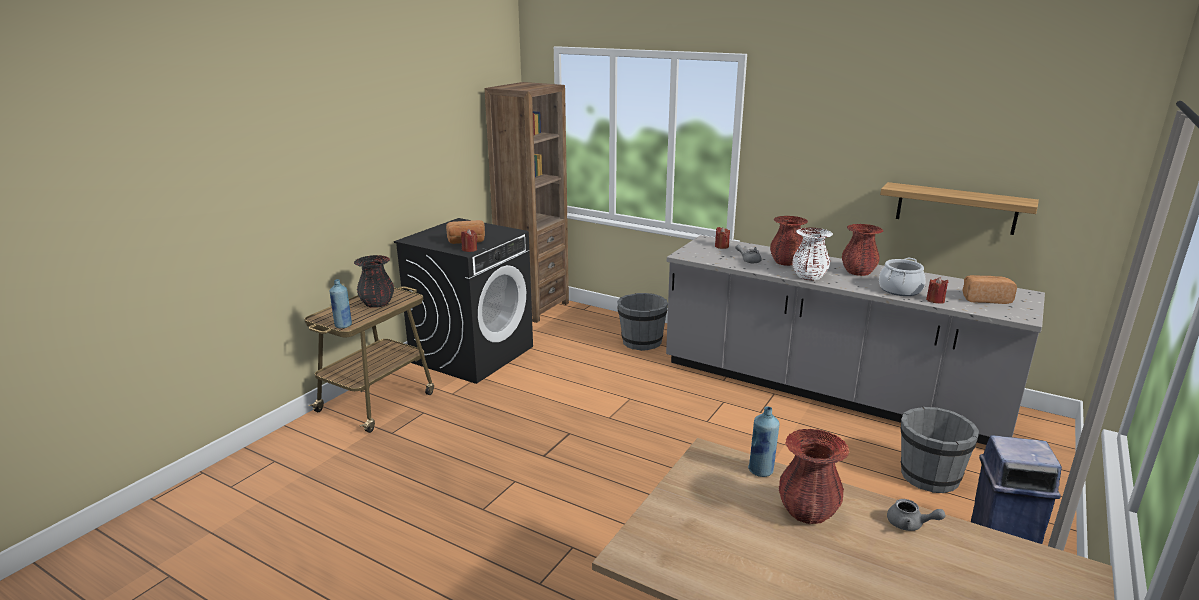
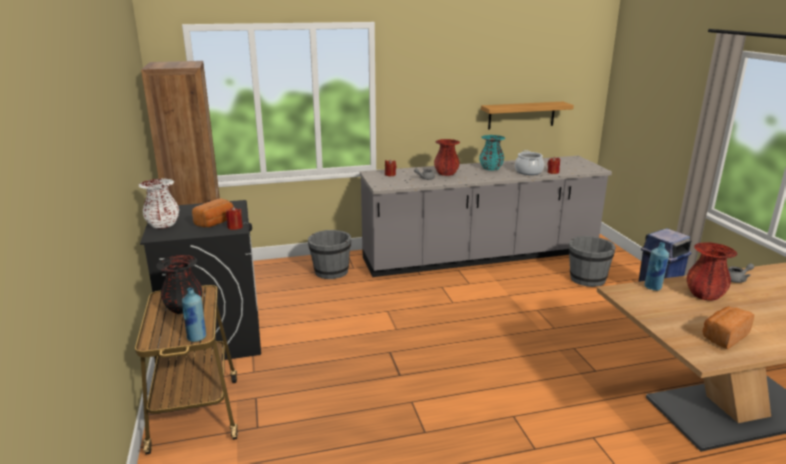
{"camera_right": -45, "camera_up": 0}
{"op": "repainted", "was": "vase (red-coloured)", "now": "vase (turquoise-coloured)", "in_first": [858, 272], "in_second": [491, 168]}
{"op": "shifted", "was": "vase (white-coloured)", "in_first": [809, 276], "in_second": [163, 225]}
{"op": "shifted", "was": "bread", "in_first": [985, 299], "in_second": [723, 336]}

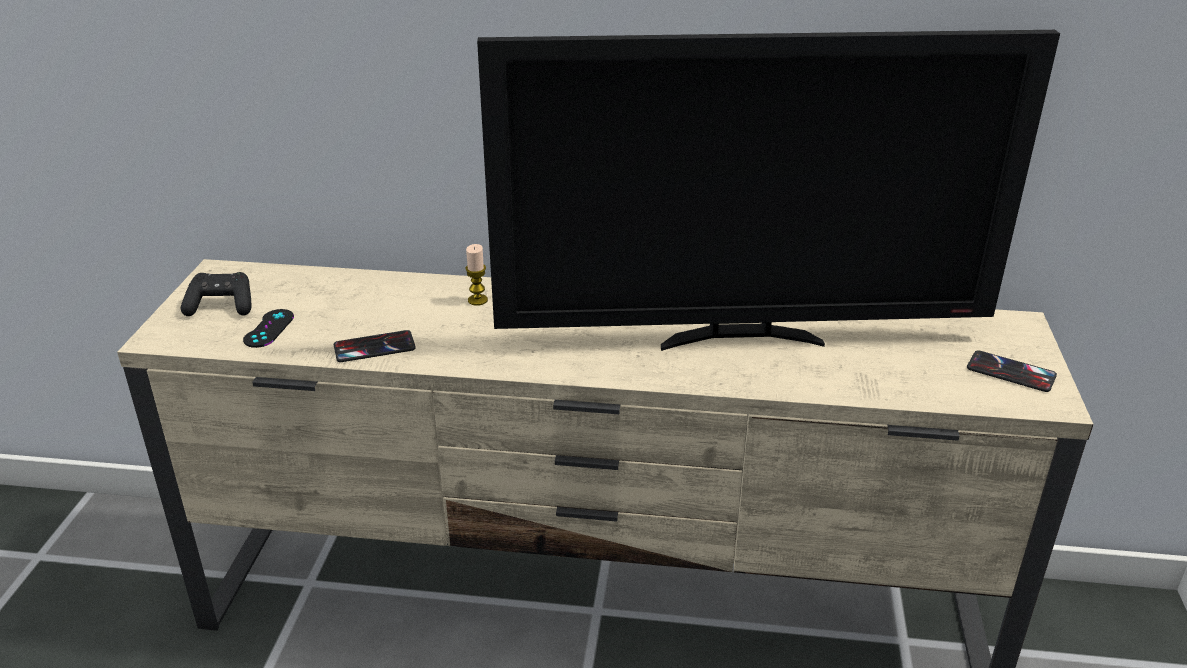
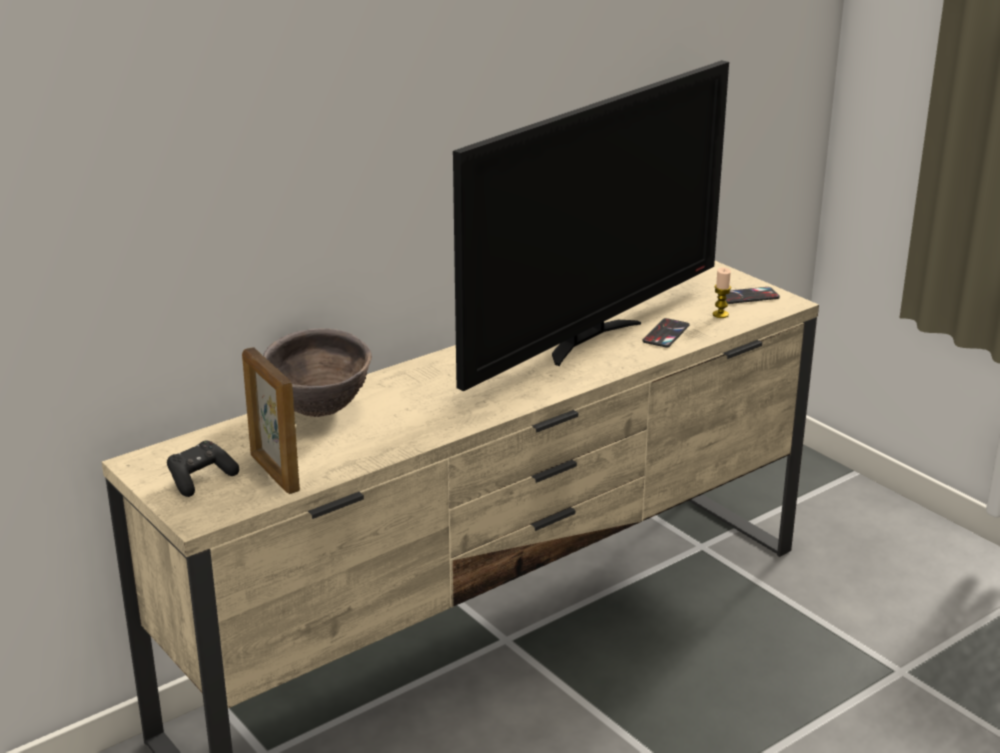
{"camera_right": -45, "camera_up": -5}
{"op": "shifted", "was": "wax light", "in_first": [477, 300], "in_second": [720, 314]}
{"op": "swapped", "was": "gamepad (blackish)", "now": "photo frame", "in_first": [269, 328], "in_second": [274, 473]}
{"op": "shifted", "was": "handset", "in_first": [374, 347], "in_second": [665, 333]}
{"op": "new", "now": "bowl (brown-coloured)", "in_second": [319, 412]}

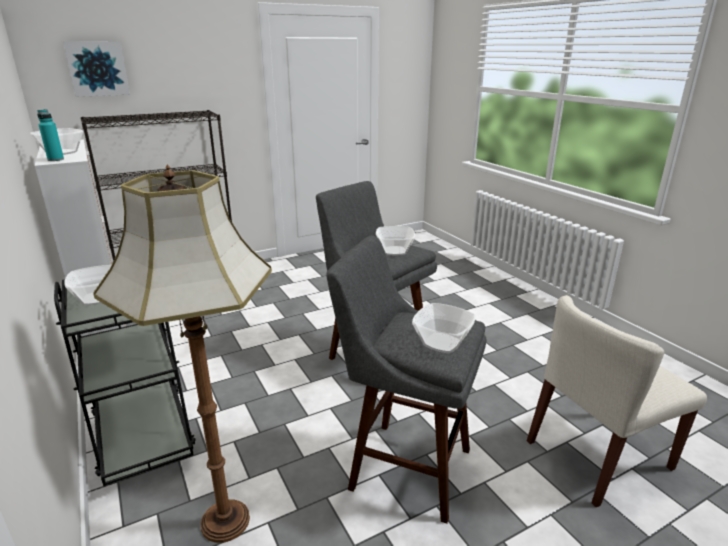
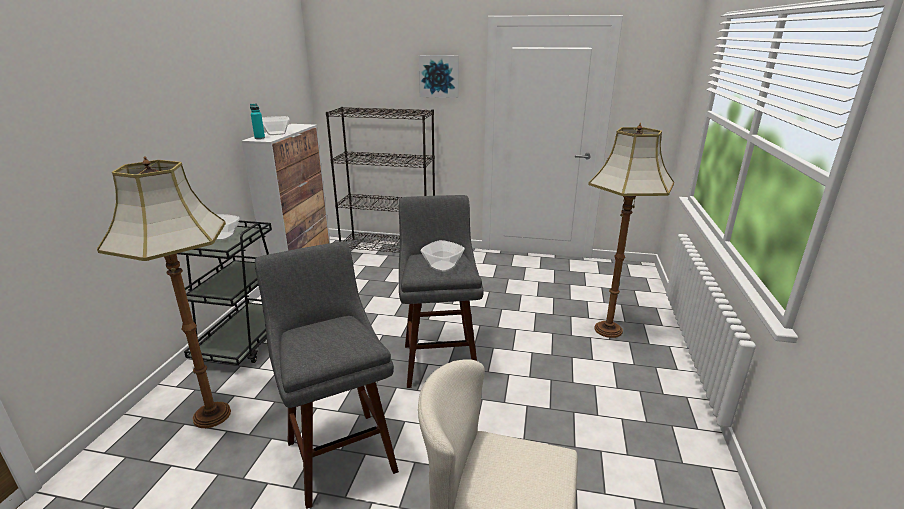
{"camera_right": 40, "camera_up": 0}
{"op": "shifted", "was": "wall art", "in_first": [97, 68], "in_second": [439, 76]}
{"op": "gone", "was": "bowl", "in_first": [443, 343]}
{"op": "new", "now": "standard lamp", "in_second": [609, 329]}

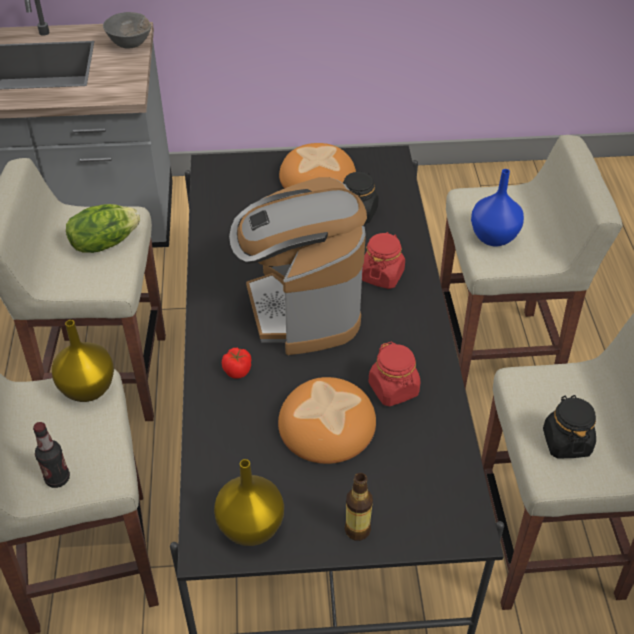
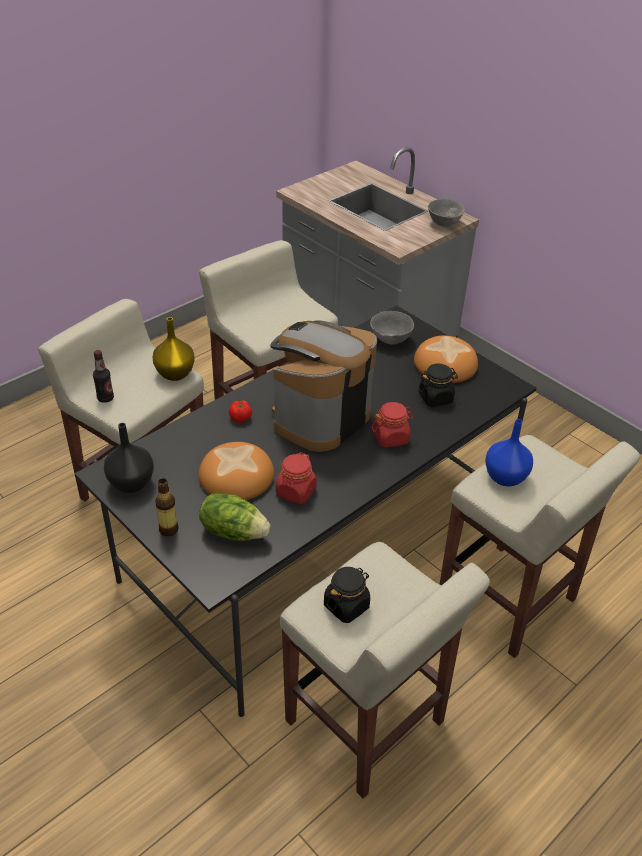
{"camera_right": 50, "camera_up": -5}
{"op": "shifted", "was": "head of lettuce", "in_first": [104, 243], "in_second": [233, 531]}
{"op": "repainted", "was": "vase (yellow)", "now": "vase (blackish)", "in_first": [252, 526], "in_second": [132, 484]}
{"op": "new", "now": "bowl (greyish)", "in_second": [390, 340]}

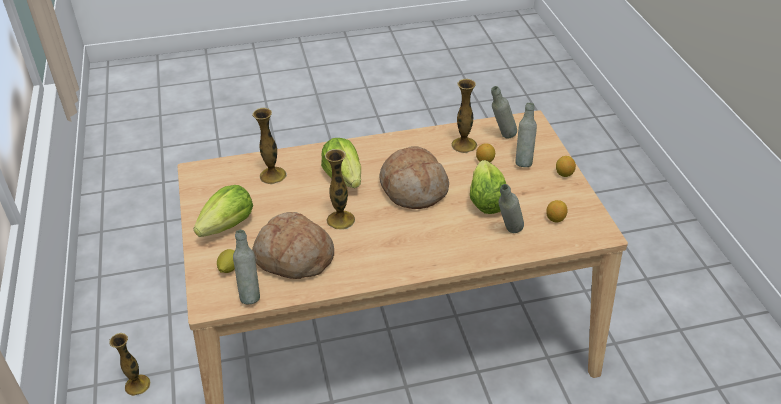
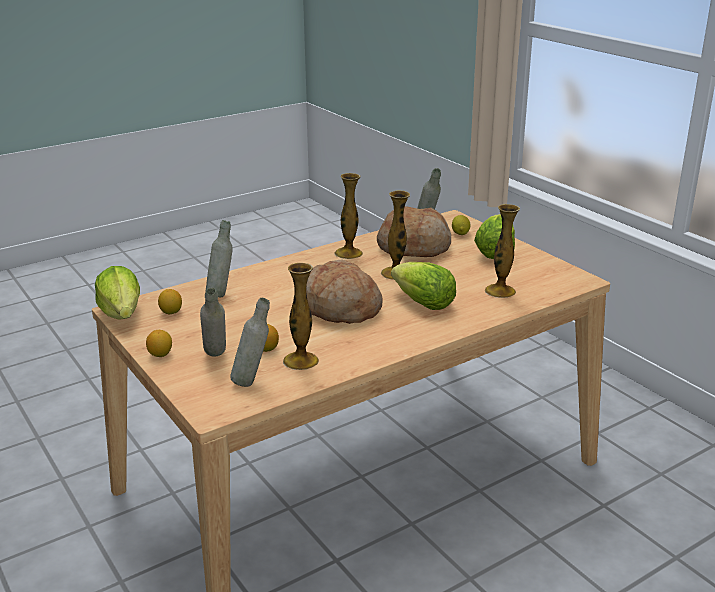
{"camera_right": 160, "camera_up": -15}
{"op": "shifted", "was": "head of lettuce", "in_first": [486, 201], "in_second": [122, 314]}
{"op": "shifted", "was": "vase", "in_first": [137, 385], "in_second": [348, 253]}

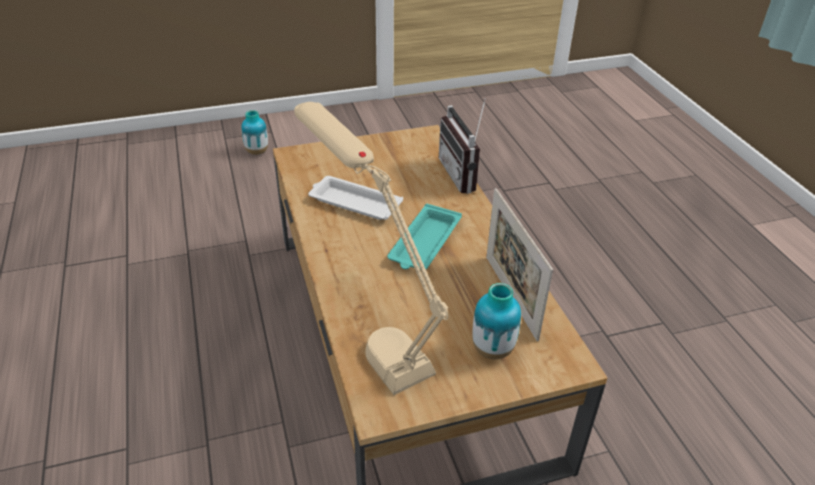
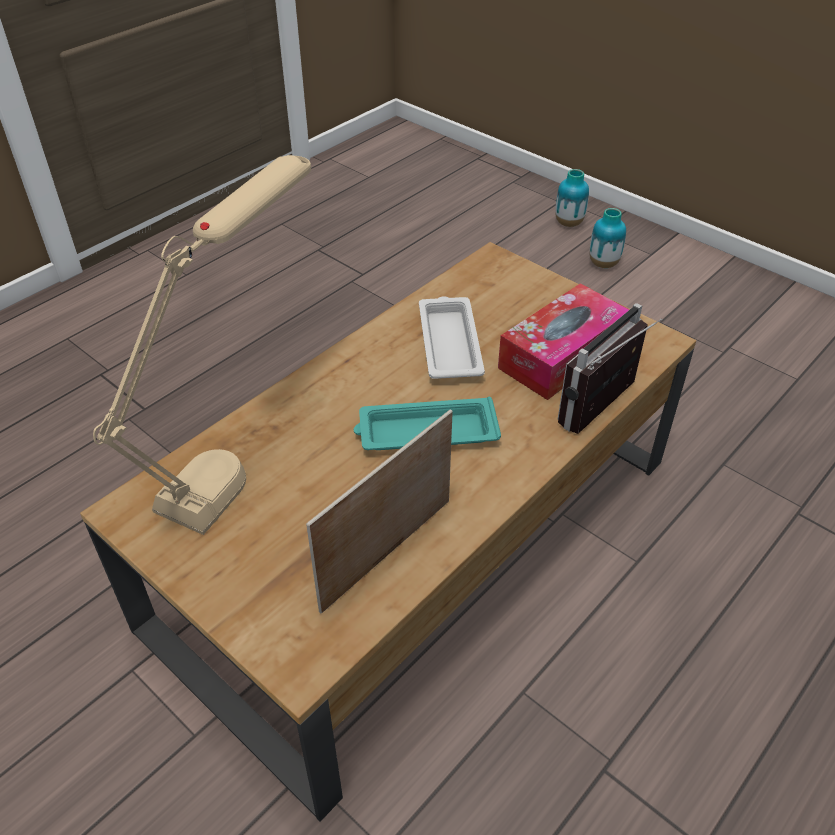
{"camera_right": 60, "camera_up": 5}
{"op": "shifted", "was": "vase", "in_first": [492, 349], "in_second": [568, 223]}
{"op": "new", "now": "tissue holder", "in_second": [562, 355]}

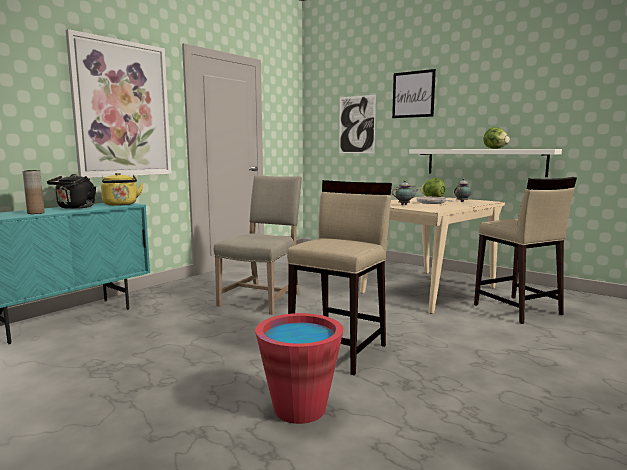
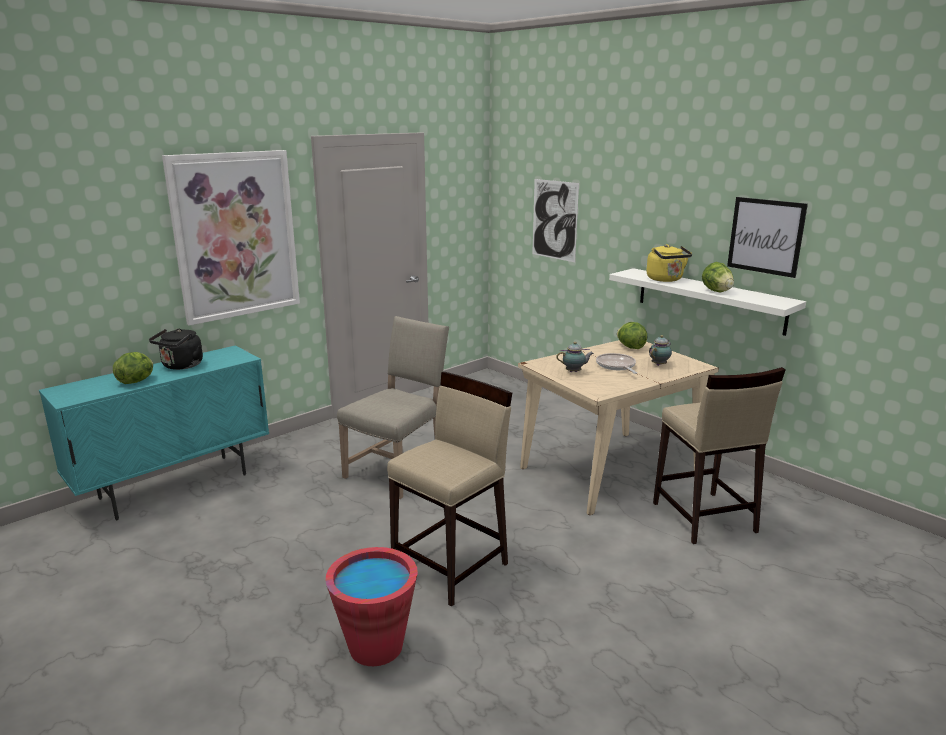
{"camera_right": 10, "camera_up": 10}
{"op": "shifted", "was": "wall art", "in_first": [413, 94], "in_second": [765, 236]}
{"op": "swapped", "was": "vase (brown-coloured)", "now": "head of lettuce", "in_first": [36, 213], "in_second": [137, 381]}
{"op": "shifted", "was": "tea kettle (yellow)", "in_first": [121, 204], "in_second": [666, 280]}

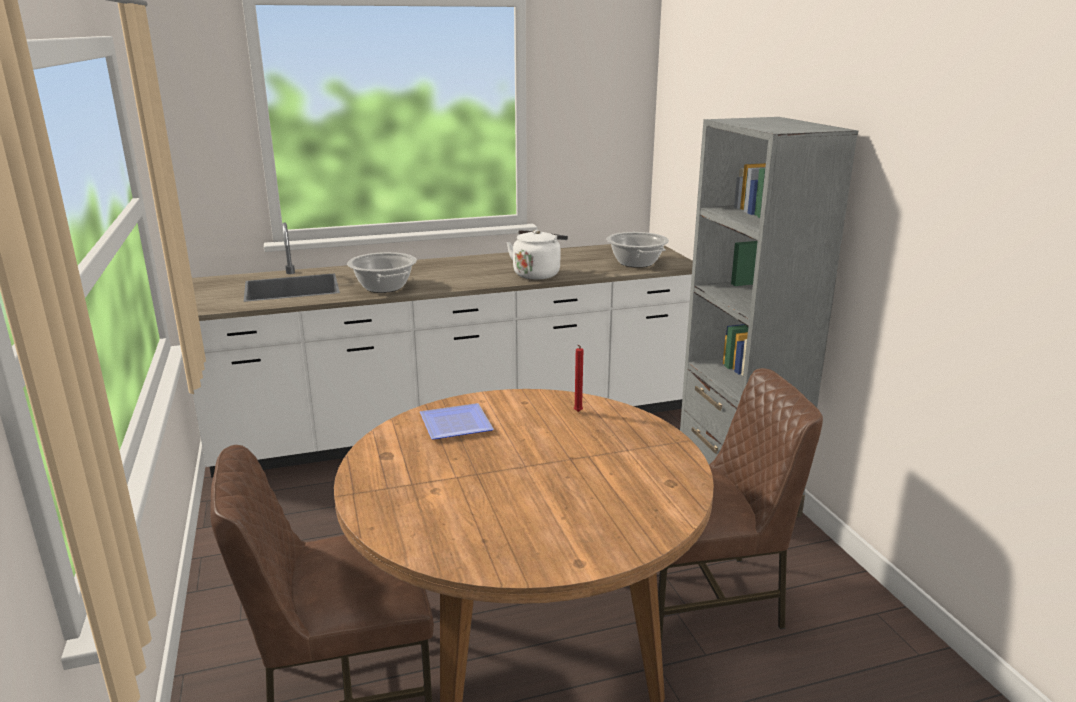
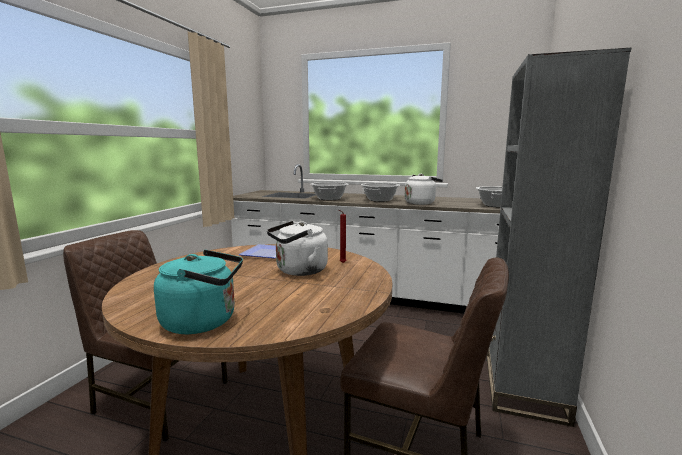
{"camera_right": 35, "camera_up": -10}
{"op": "new", "now": "saucepot", "in_second": [379, 200]}
{"op": "new", "now": "tea kettle (white-coloured)", "in_second": [299, 271]}
{"op": "new", "now": "tea kettle (turquoise-coloured)", "in_second": [204, 321]}

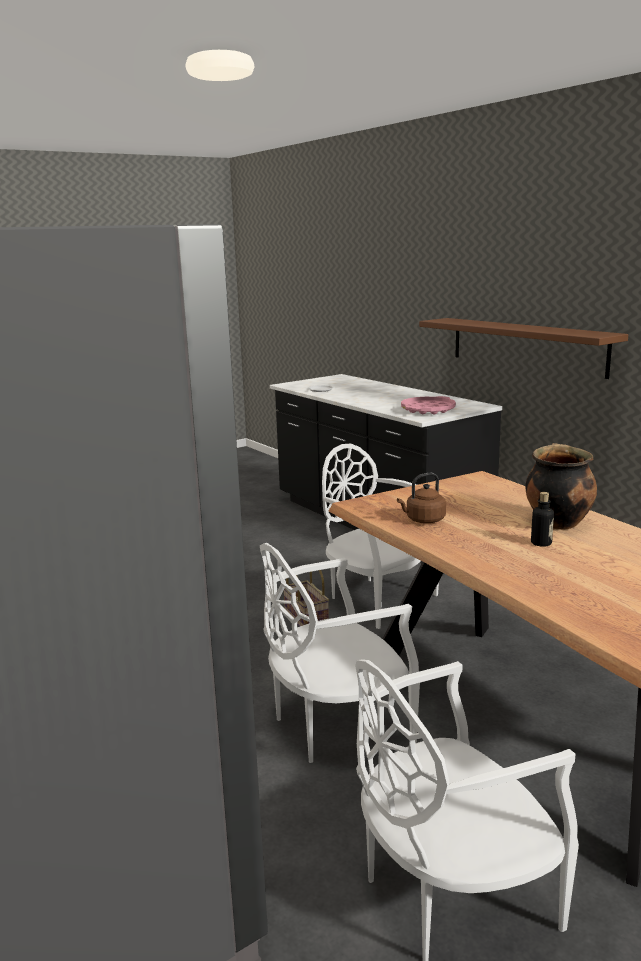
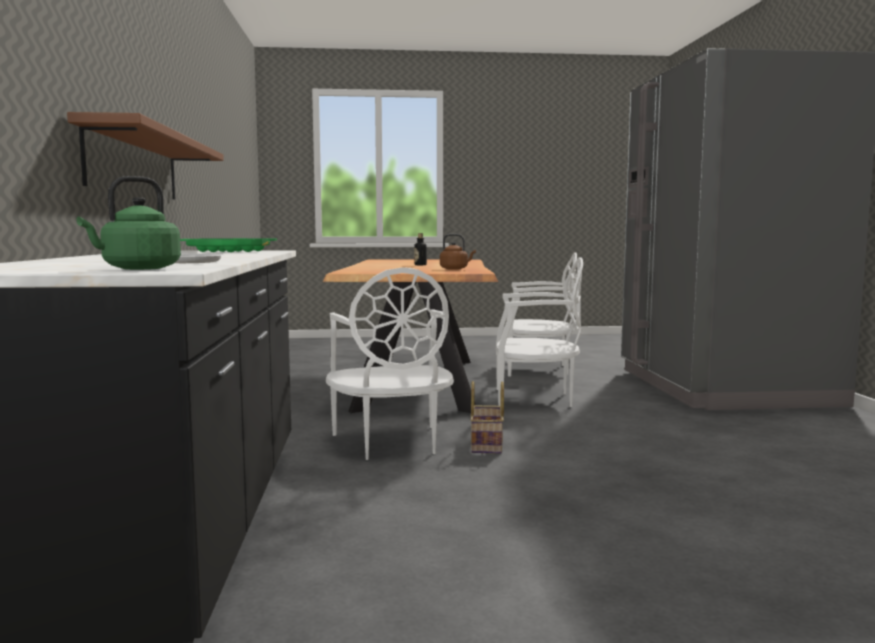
{"camera_right": -150, "camera_up": -10}
{"op": "repainted", "was": "carrying tray (pink-coloured)", "now": "carrying tray (greenish)", "in_first": [428, 410], "in_second": [228, 251]}
{"op": "gone", "was": "saucepot", "in_first": [557, 522]}
{"op": "new", "now": "tea kettle (greenish)", "in_second": [137, 269]}

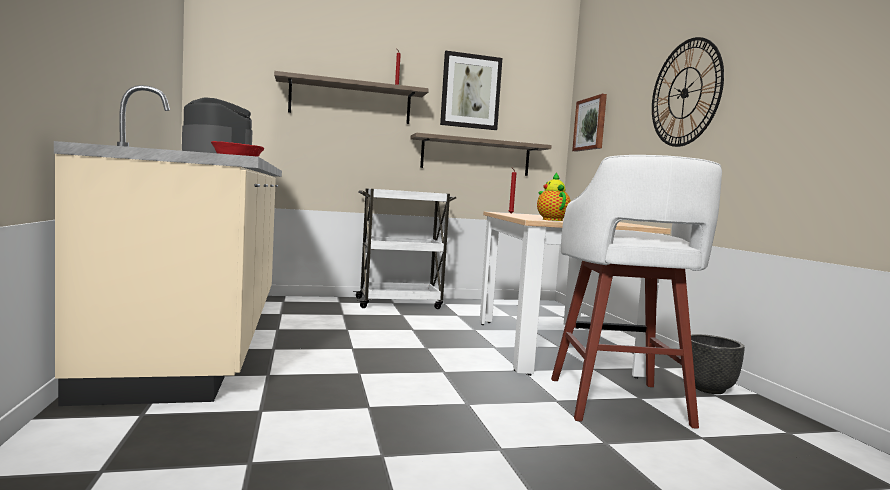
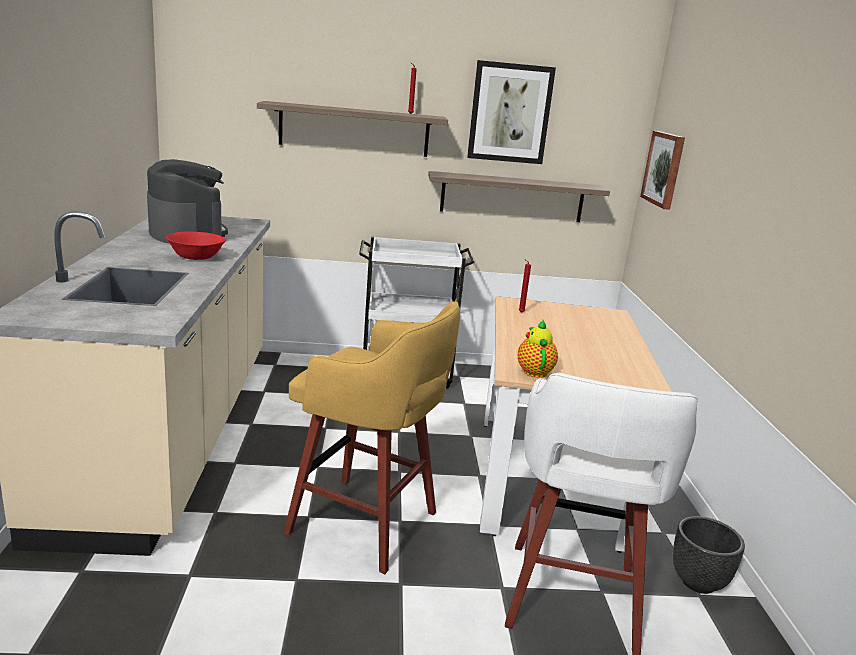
{"camera_right": 10, "camera_up": 15}
{"op": "gone", "was": "clock on the wall", "in_first": [685, 93]}
{"op": "new", "now": "stool seat (yellow)", "in_second": [367, 524]}

